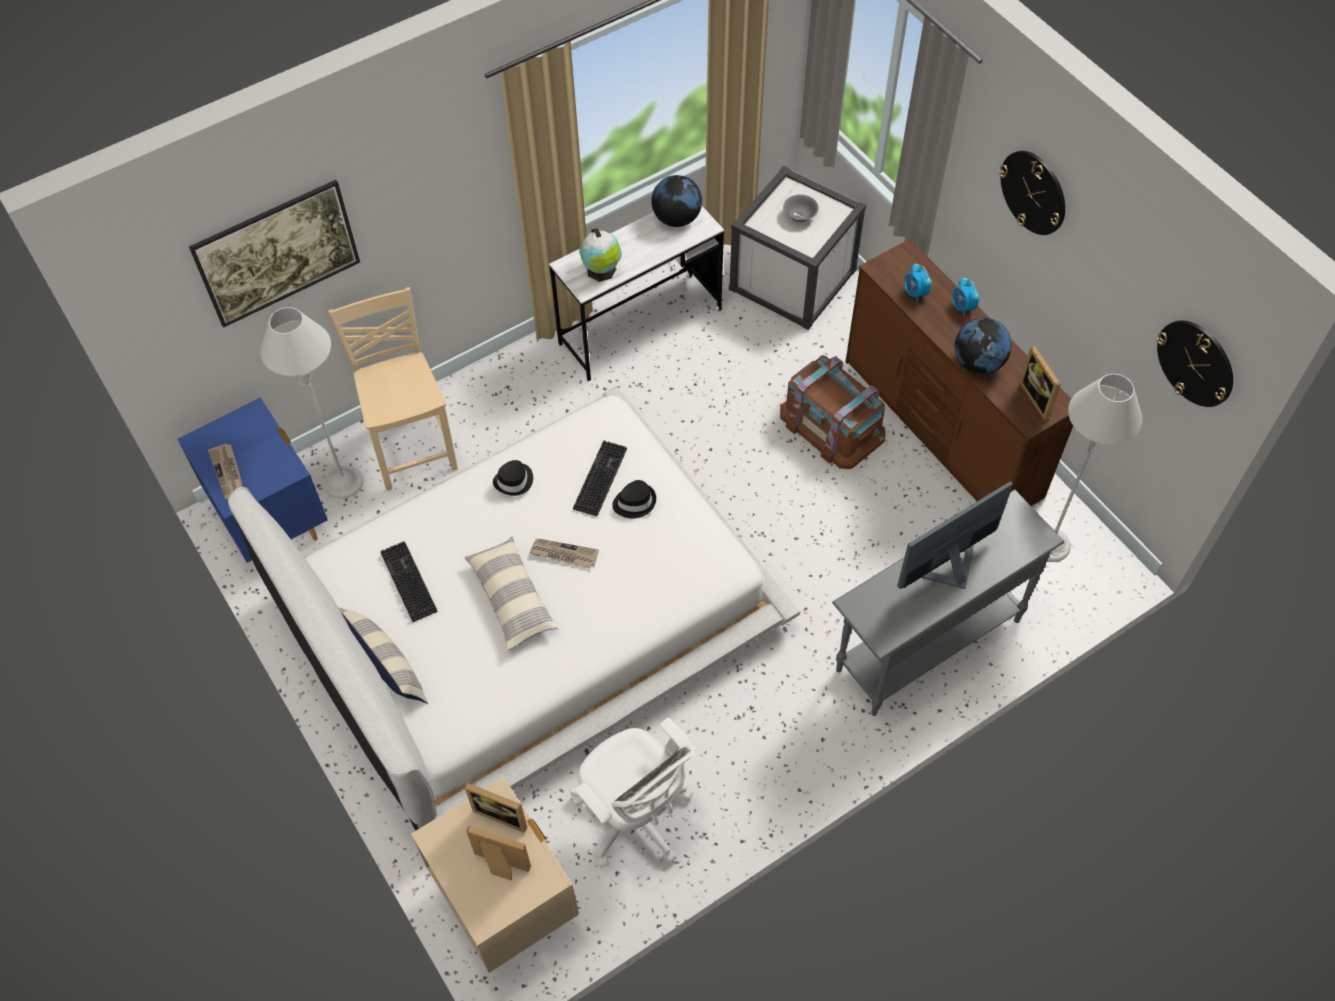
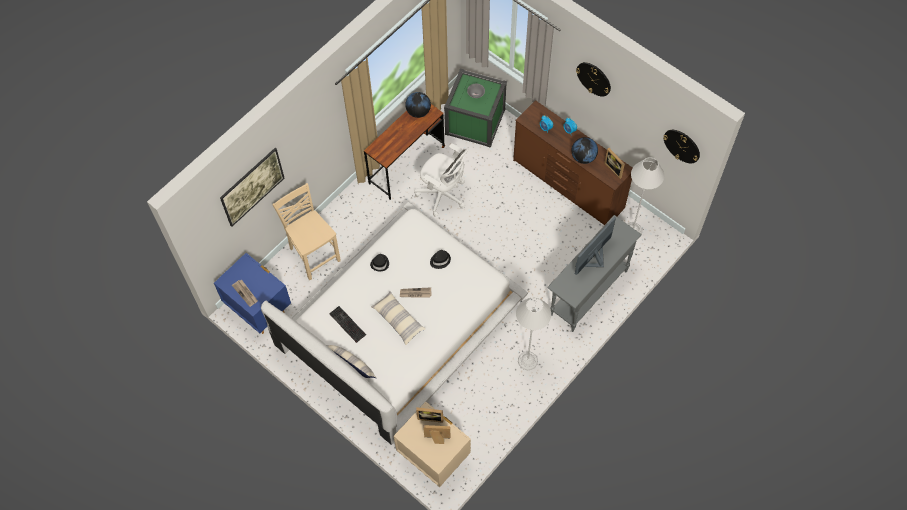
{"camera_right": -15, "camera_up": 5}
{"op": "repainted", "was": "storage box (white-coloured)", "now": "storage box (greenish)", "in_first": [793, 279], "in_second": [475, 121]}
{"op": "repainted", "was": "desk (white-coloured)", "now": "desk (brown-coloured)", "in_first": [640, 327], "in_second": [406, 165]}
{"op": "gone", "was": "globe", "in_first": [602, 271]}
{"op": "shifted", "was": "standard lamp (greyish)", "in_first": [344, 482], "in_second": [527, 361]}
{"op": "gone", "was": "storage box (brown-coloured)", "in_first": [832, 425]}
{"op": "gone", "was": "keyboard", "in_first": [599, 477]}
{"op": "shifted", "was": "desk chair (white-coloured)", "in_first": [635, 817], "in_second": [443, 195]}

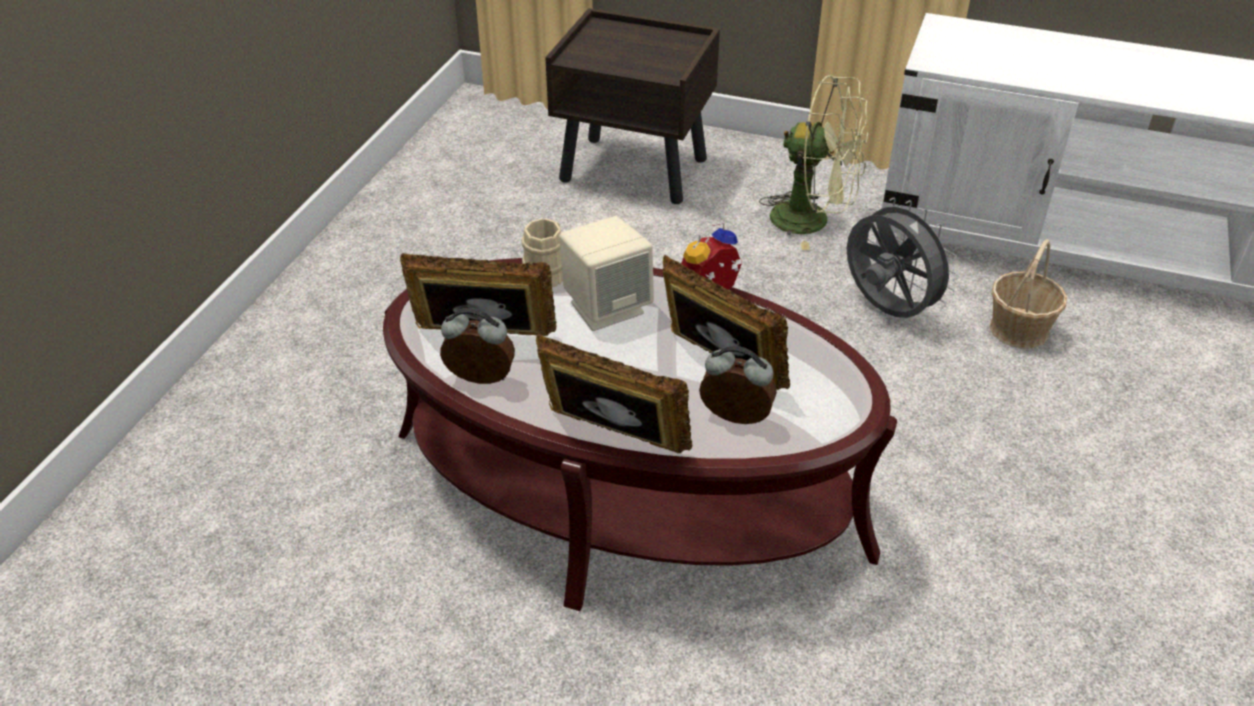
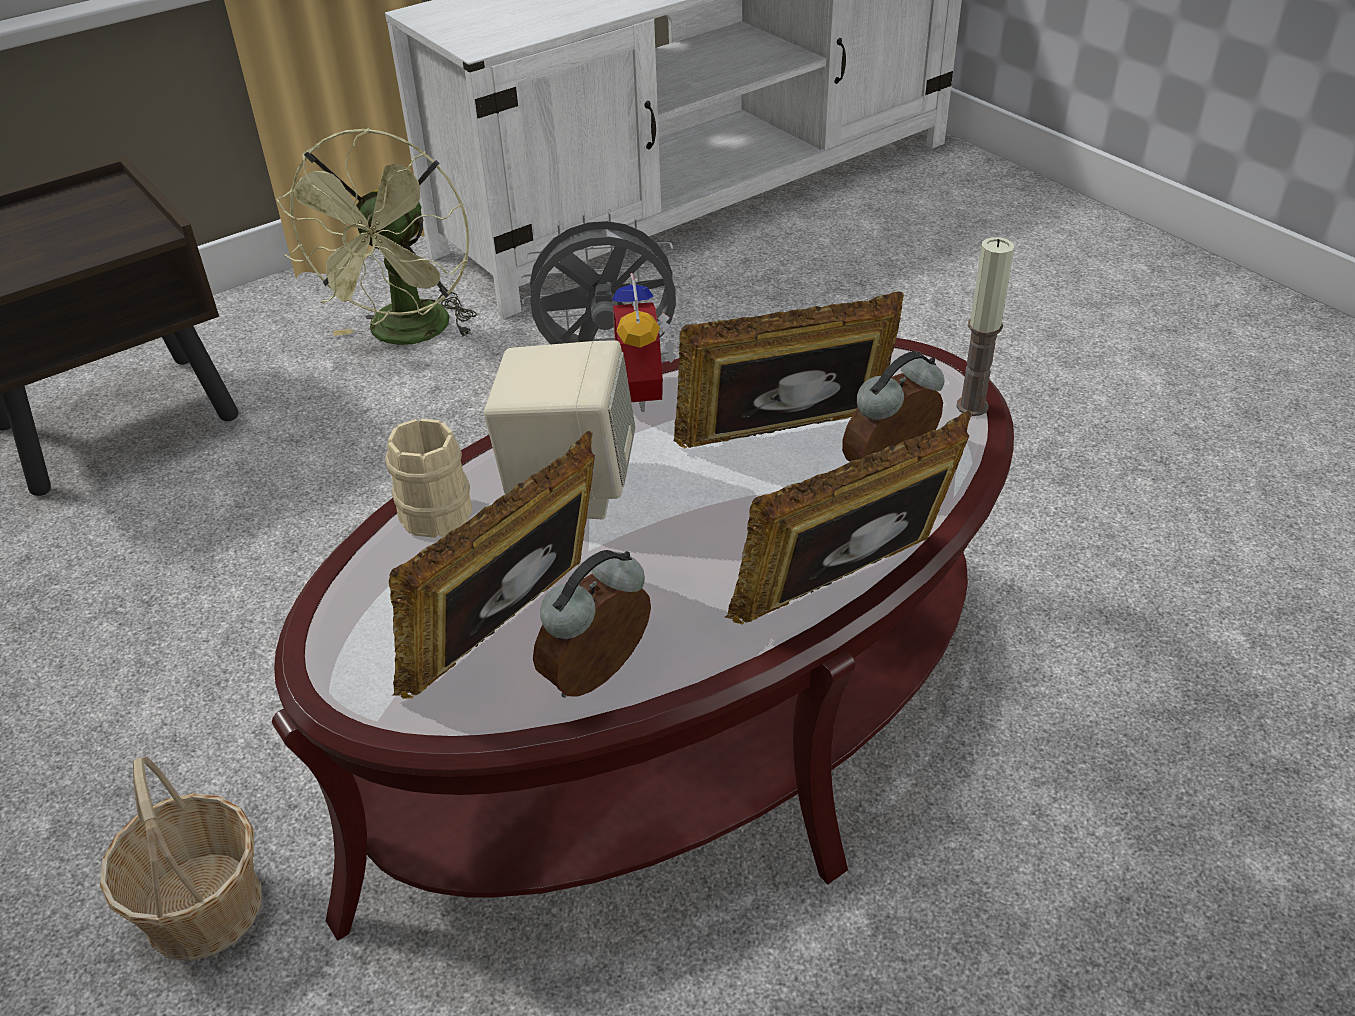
{"camera_right": -55, "camera_up": 0}
{"op": "rotated", "was": "electric fan (greenish)", "in_first": [813, 220], "in_second": [406, 336], "clockwise": 135}
{"op": "shifted", "was": "household basket", "in_first": [1019, 329], "in_second": [204, 906]}
{"op": "new", "now": "wax light", "in_second": [972, 406]}

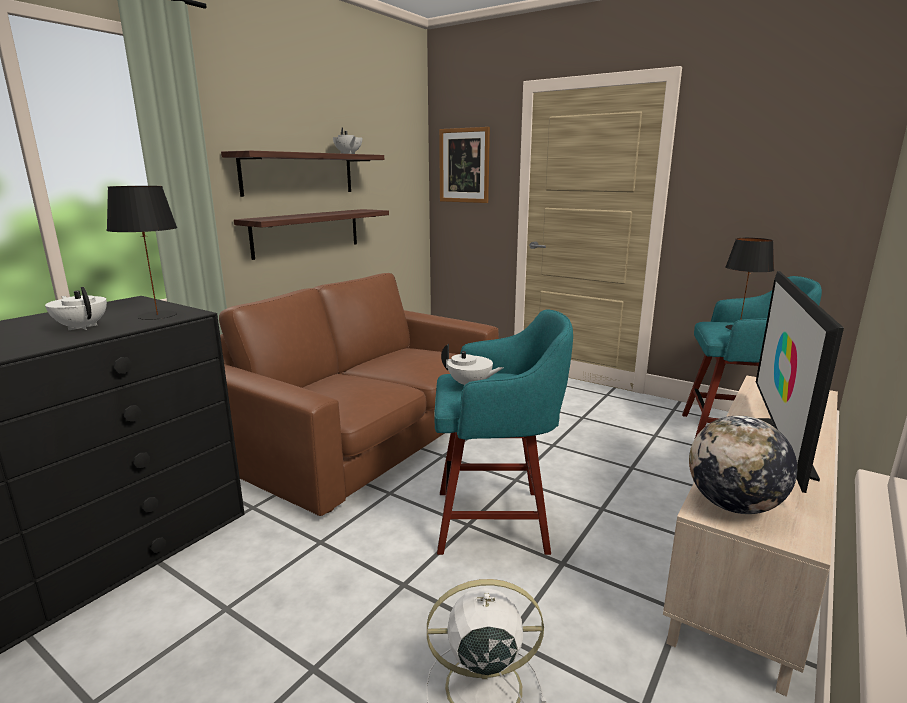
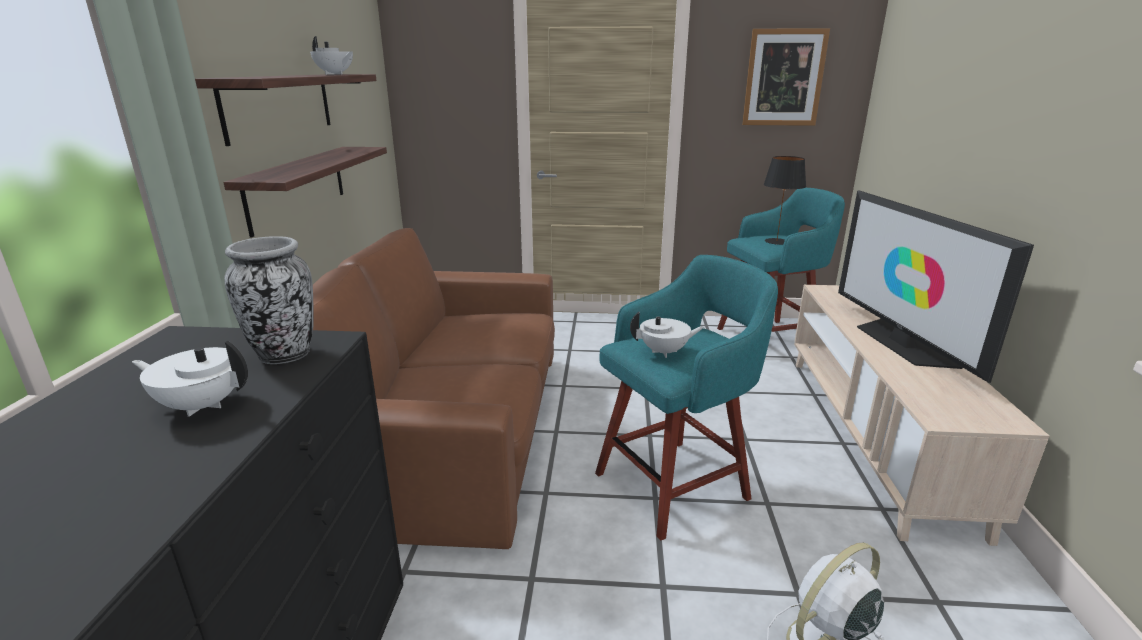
{"camera_right": -30, "camera_up": 5}
{"op": "shifted", "was": "wall art", "in_first": [464, 165], "in_second": [784, 78]}
{"op": "swapped", "was": "lamp for a table (blackish)", "now": "vase", "in_first": [156, 315], "in_second": [285, 355]}
{"op": "gone", "was": "globe", "in_first": [733, 505]}

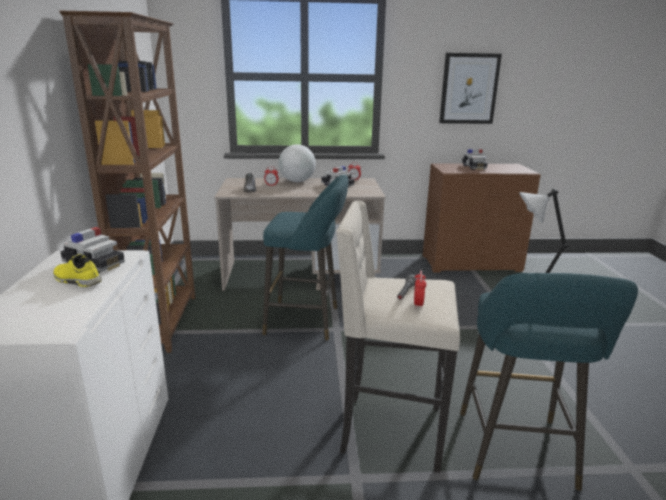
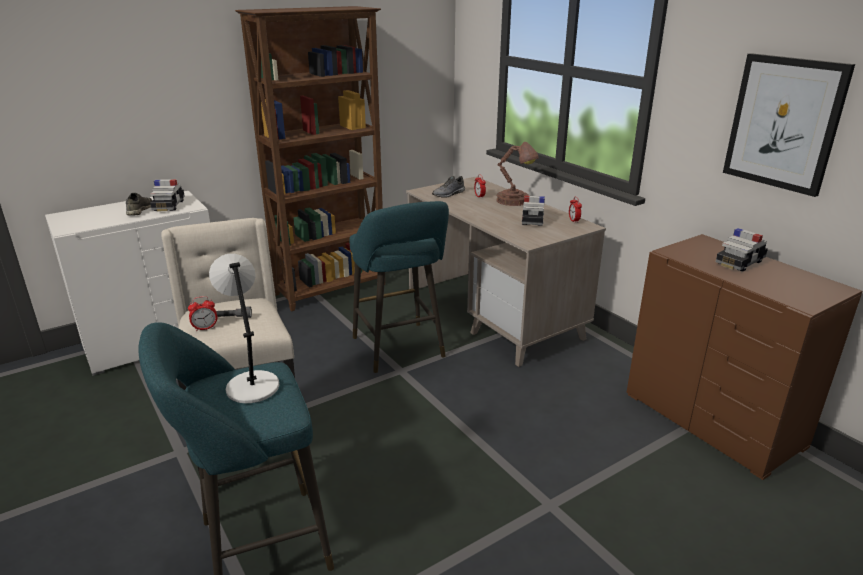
{"camera_right": 60, "camera_up": 5}
{"op": "swapped", "was": "globe", "now": "lamp for a table (brown-coloured)", "in_first": [297, 181], "in_second": [514, 201]}
{"op": "repainted", "was": "low shoe (yellow)", "now": "low shoe (greyish)", "in_first": [76, 280], "in_second": [139, 210]}

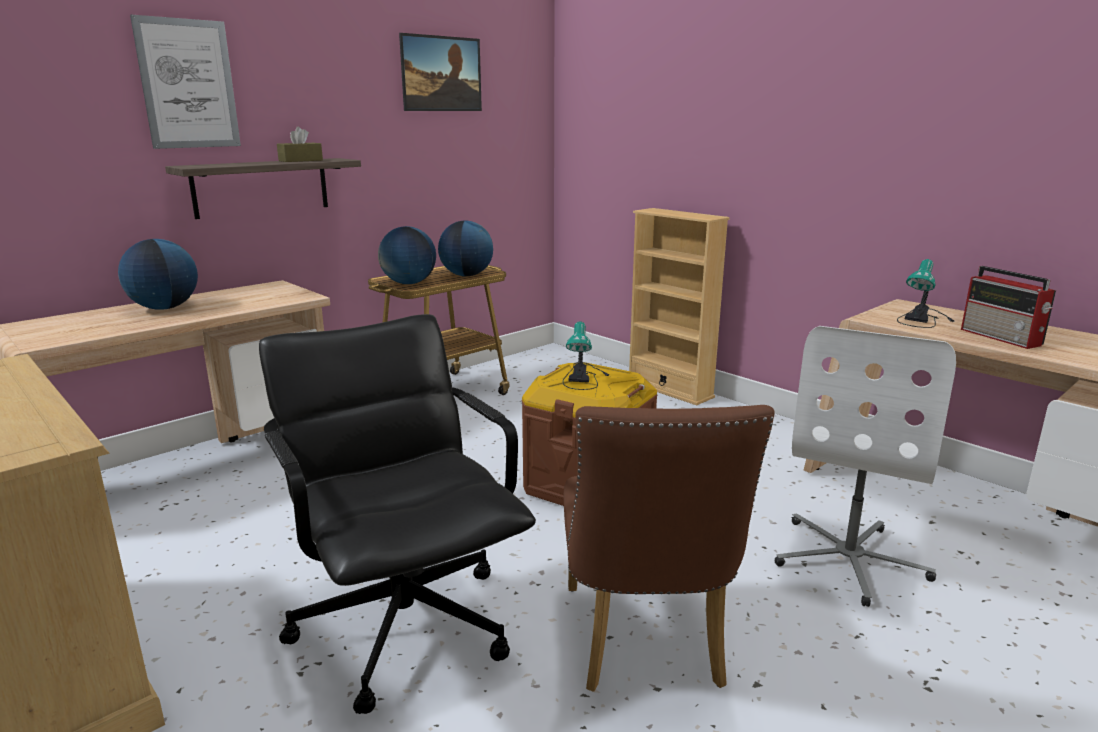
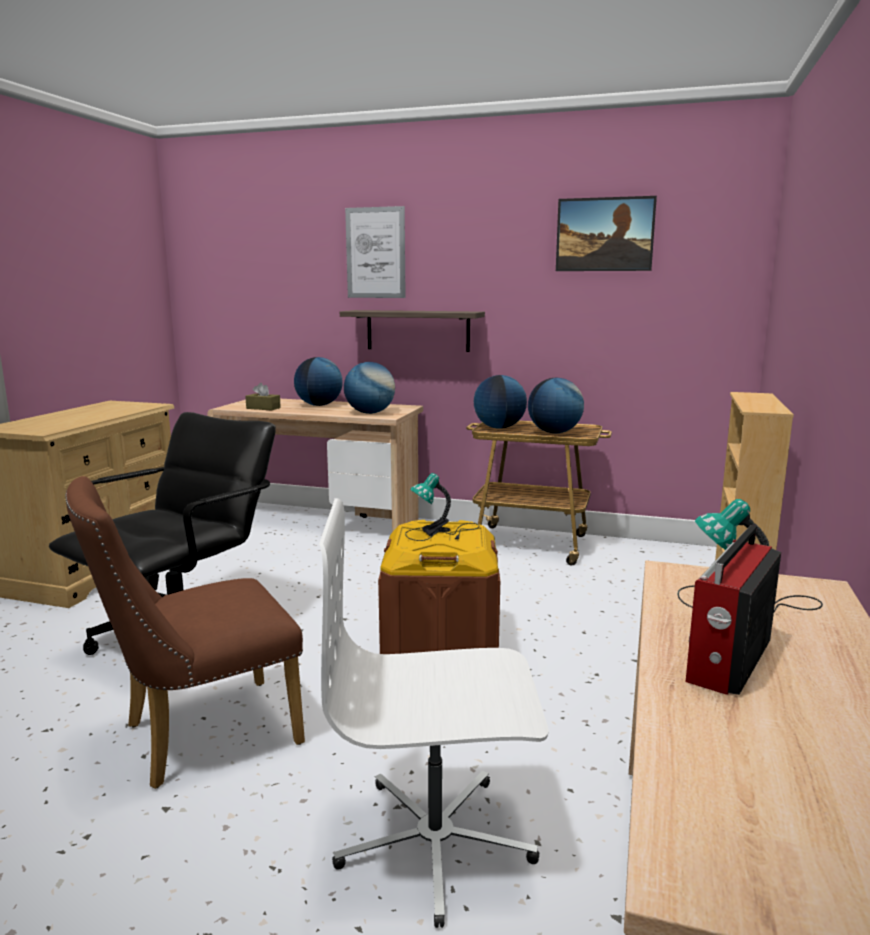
{"camera_right": 60, "camera_up": -5}
{"op": "shifted", "was": "tissue holder (brown-coloured)", "in_first": [300, 160], "in_second": [263, 408]}
{"op": "new", "now": "globe", "in_second": [370, 413]}

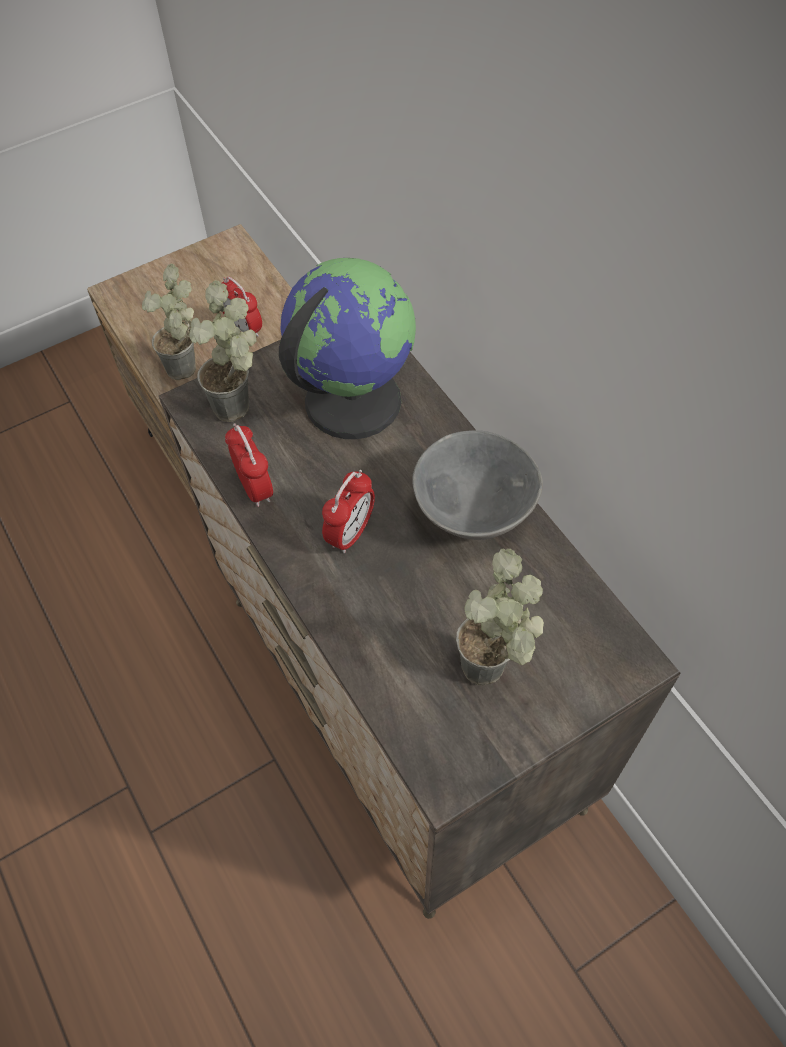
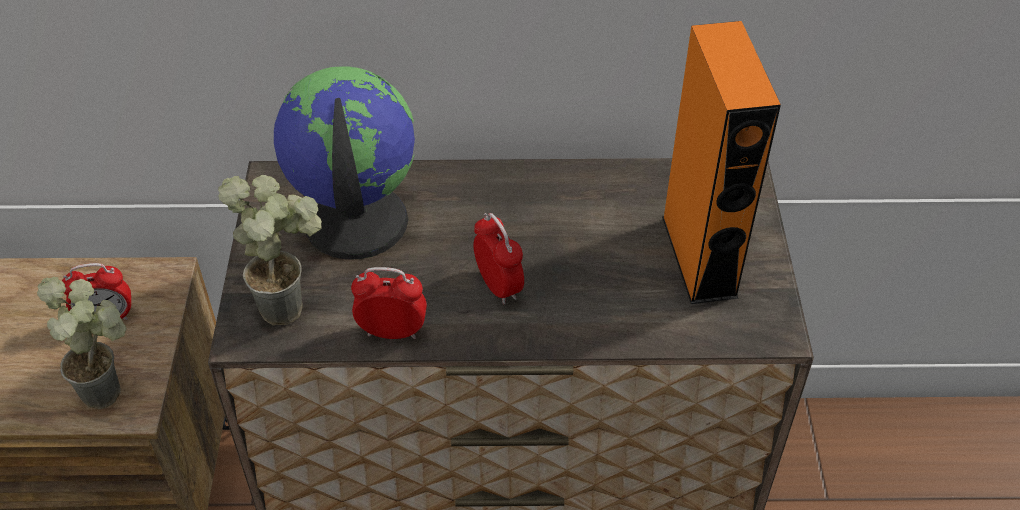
{"camera_right": -60, "camera_up": -10}
{"op": "gone", "was": "bowl (greyish)", "in_first": [473, 510]}
{"op": "swapped", "was": "houseplant", "now": "speaker (orangey)", "in_first": [495, 671], "in_second": [699, 256]}

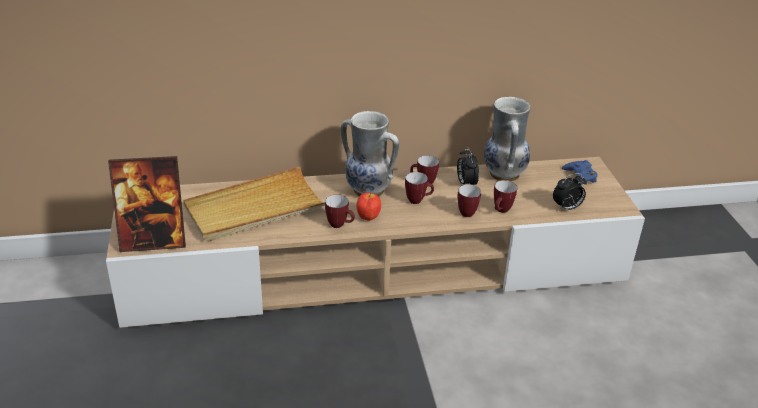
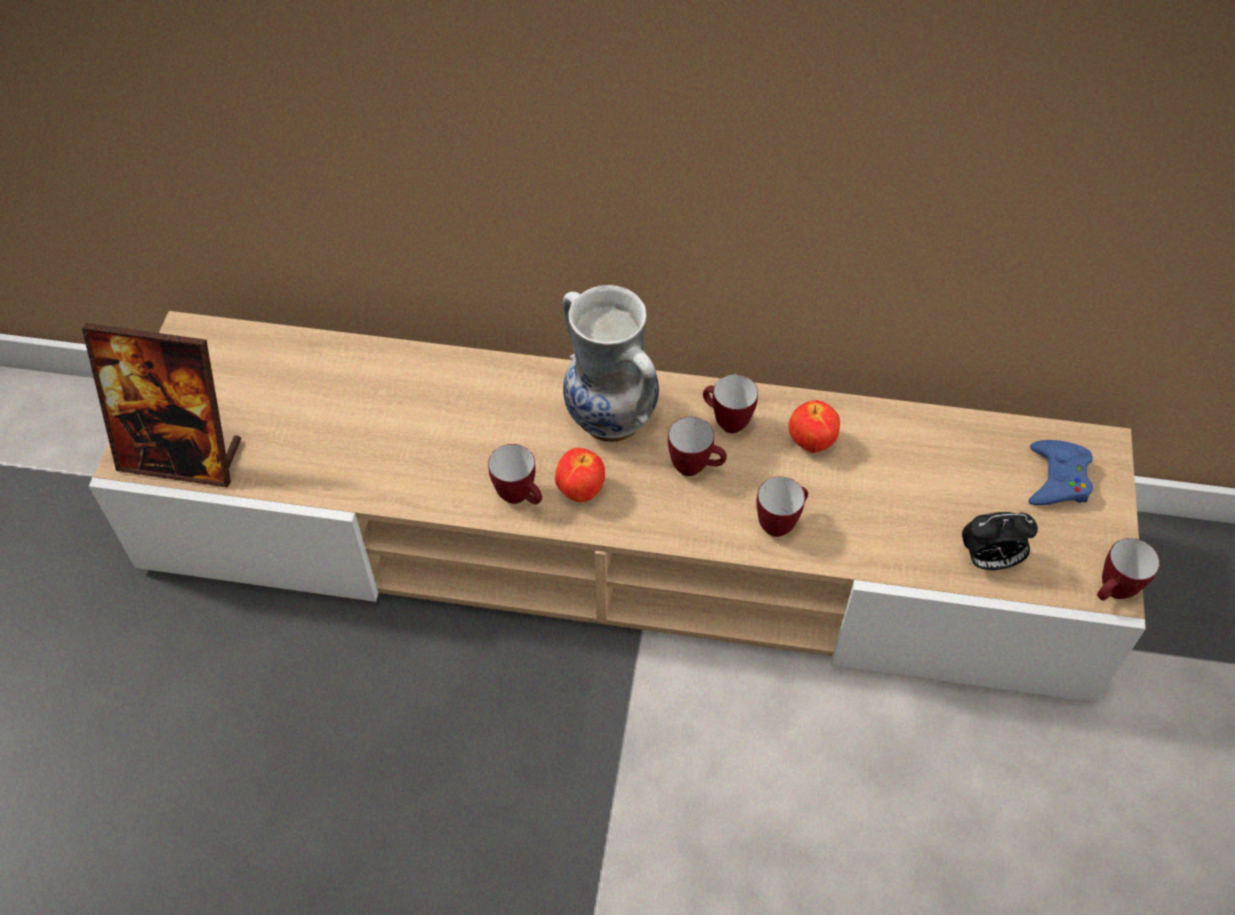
{"camera_right": 20, "camera_up": 20}
{"op": "gone", "was": "vase", "in_first": [503, 174]}
{"op": "swapped", "was": "bedside clock", "now": "whole apple", "in_first": [466, 183], "in_second": [810, 443]}
{"op": "gone", "was": "carrying tray (sand-coloured)", "in_first": [255, 209]}
{"op": "shifted", "was": "mug", "in_first": [501, 211], "in_second": [1112, 593]}

